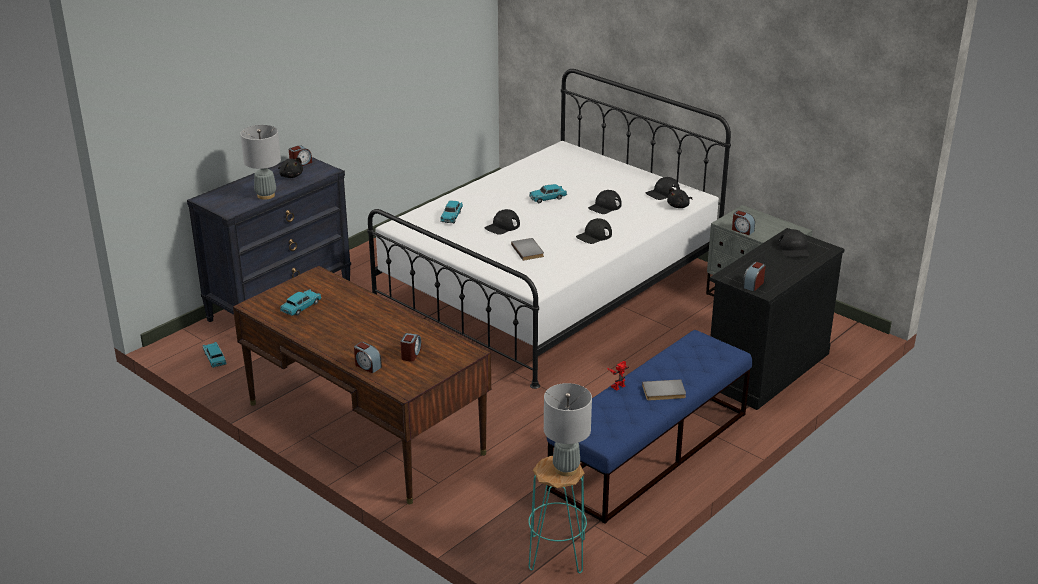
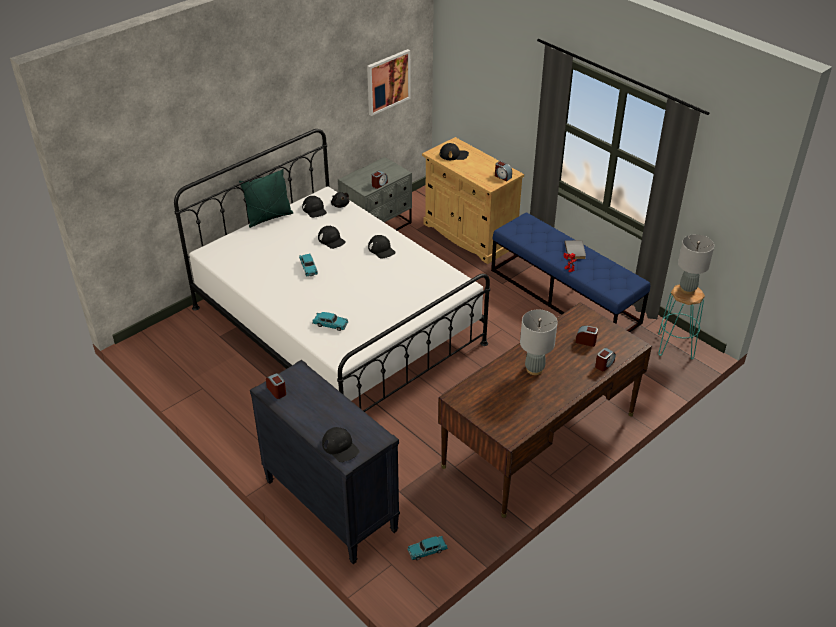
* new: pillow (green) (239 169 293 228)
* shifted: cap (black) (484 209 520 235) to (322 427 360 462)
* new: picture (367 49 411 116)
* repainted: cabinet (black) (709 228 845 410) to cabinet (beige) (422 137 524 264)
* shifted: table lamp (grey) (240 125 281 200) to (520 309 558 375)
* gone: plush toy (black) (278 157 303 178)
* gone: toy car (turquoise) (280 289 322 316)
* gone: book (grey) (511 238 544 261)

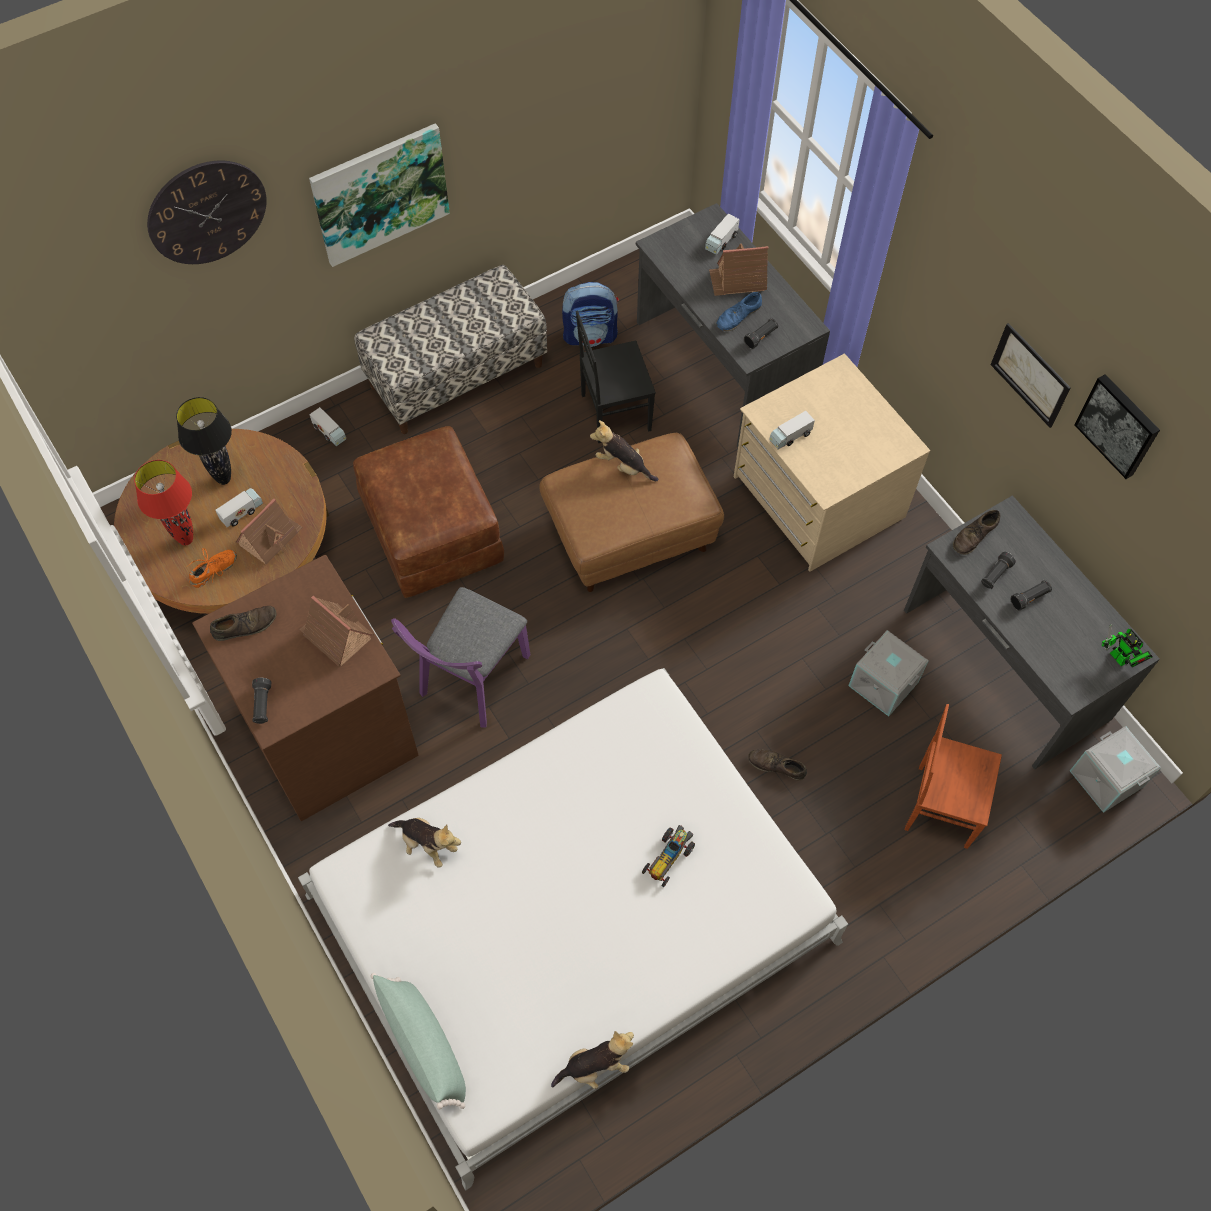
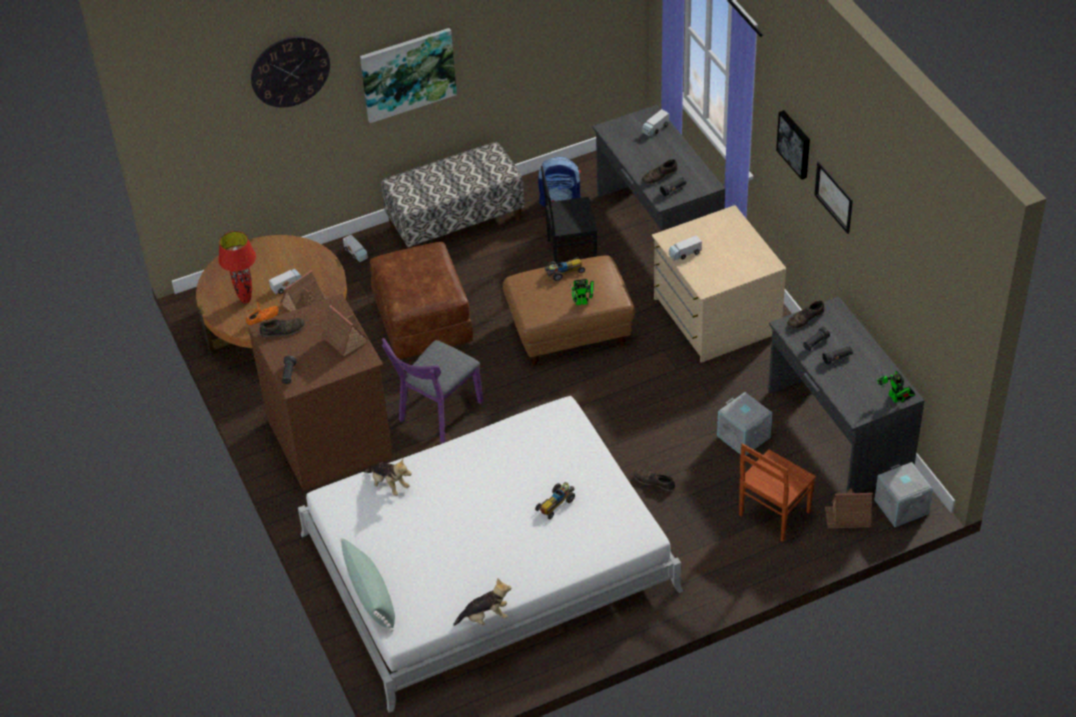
* swapped: plush toy (590 420 659 481) to toy car (545 257 585 281)
* new: toy robot (570 279 594 305)
* repainted: shoe (blue) (716 292 762 331) to shoe (brown) (642 159 678 185)
* rotated: chair (brown) (904 704 1002 849) = (739 443 816 541) 75 degrees counterclockwise
* shifted: picture (1074 374 1160 479) to (776 110 810 180)
* shifted: toy house (709 243 769 296) to (825 488 873 528)
* gone: table lamp (black) (176 397 232 485)

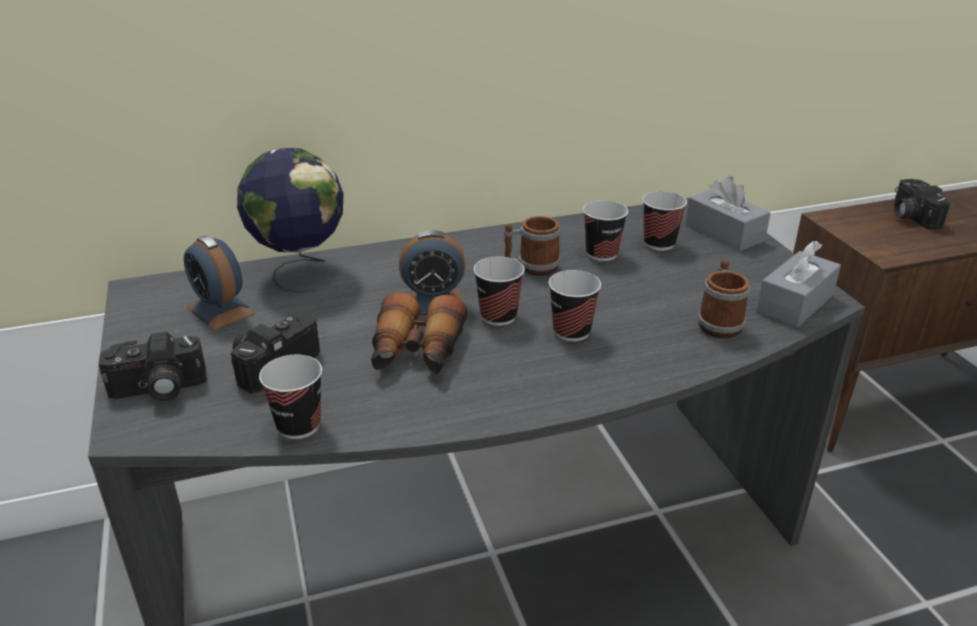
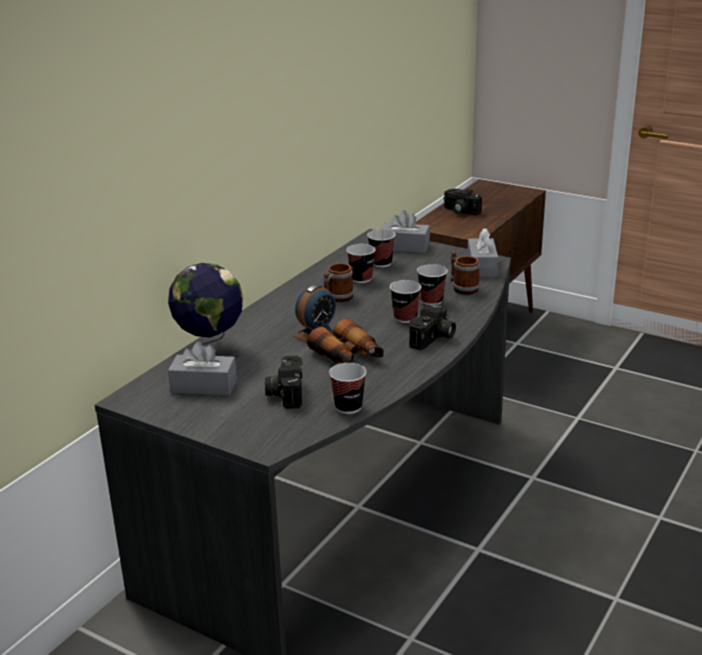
* swapped: alarm clock (184 236 255 330) to tissue box (grey) (168 342 237 395)
* shifted: photo camera (99 331 207 401) to (409 305 456 350)
* shifted: cup (474 256 525 326) to (417 264 448 306)

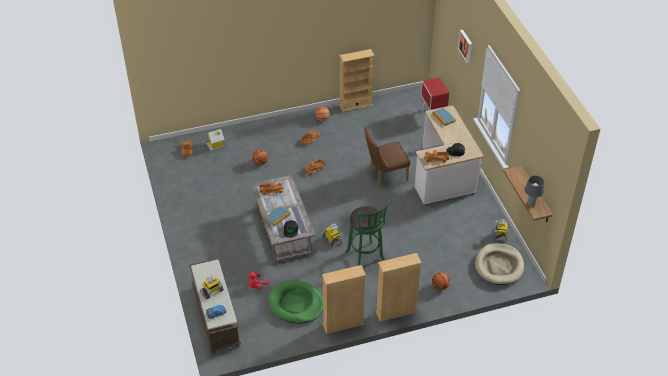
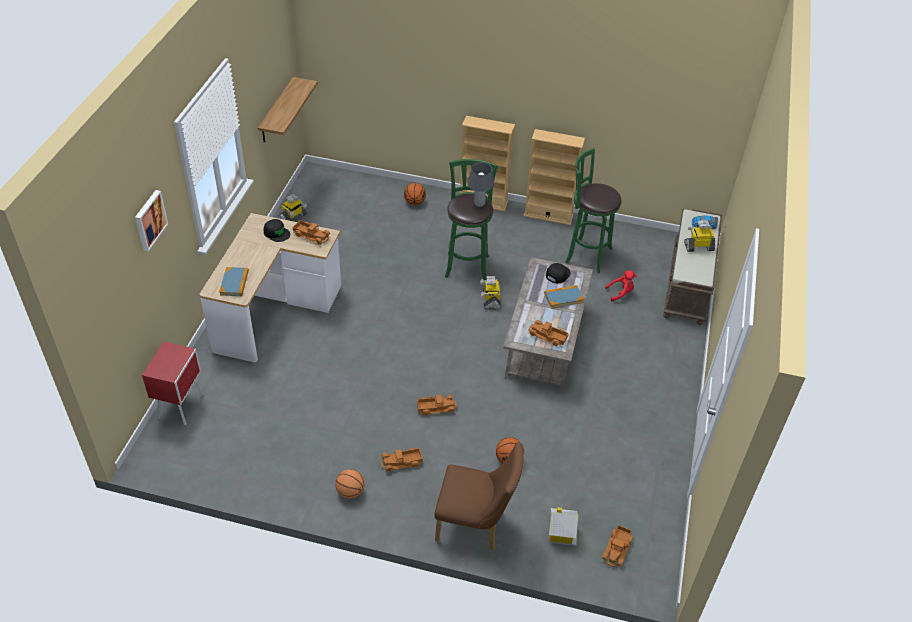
* shifted: chair (brown) (365 126 410 188) to (435 442 524 551)
* shifted: table lamp (grey) (525 175 544 206) to (468 162 494 207)
* swapped: dog bed (green) (269 280 323 324) to stool (green) (565 148 622 273)
* gone: bookcase (beige) (339 49 375 112)
* gone: dog bed (beige) (475 243 524 285)

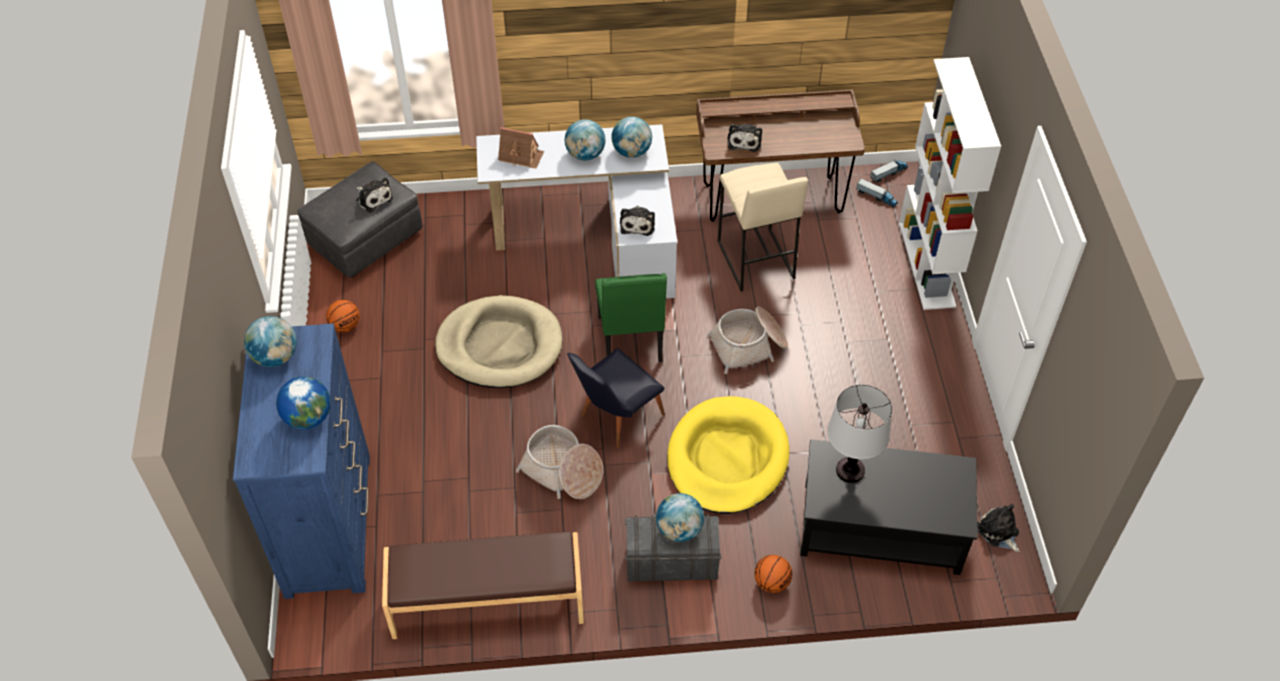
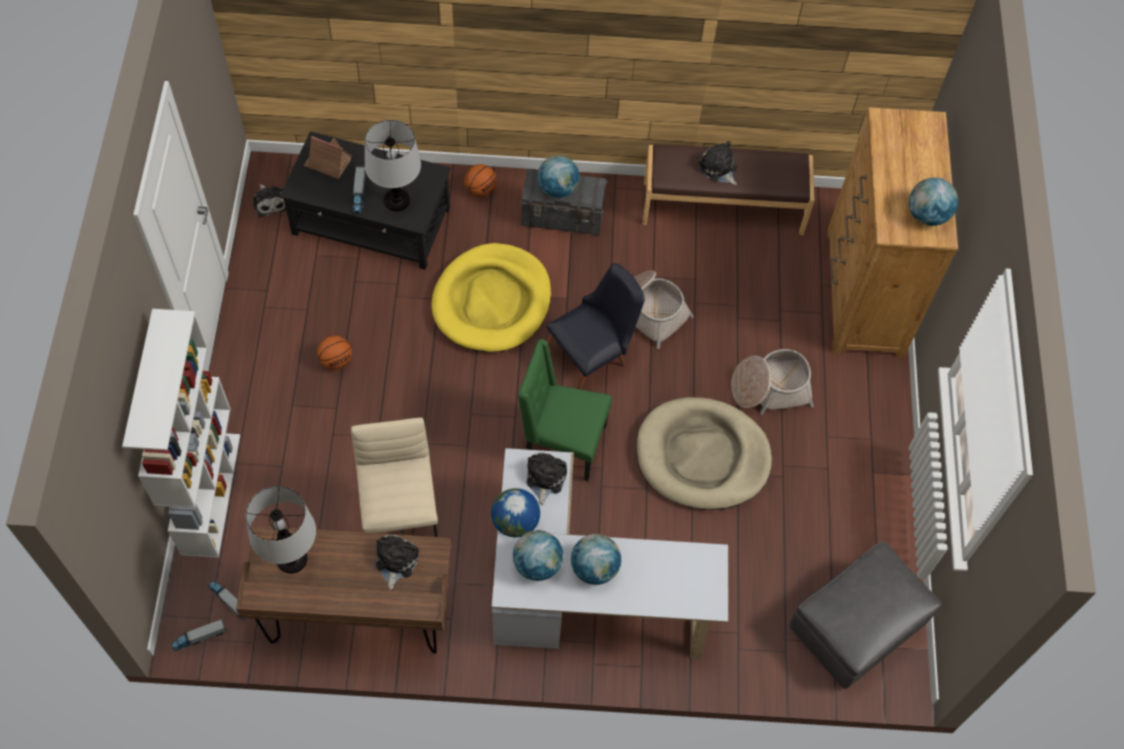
* new: table lamp (246 486 316 574)
* shifted: toy house (498 127 544 169) to (303 136 353 179)
* shifted: basketball (326 300 360 332) to (317 335 352 370)
* new: toy truck (353 166 366 213)
* shifted: globe (276 376 331 429) to (491 488 540 537)
* rotated: chair (green) (595 273 667 362) = (518 339 612 481) 75 degrees counterclockwise
* shifted: plush toy (356 178 393 213) to (699 141 737 185)
* shifted: basket (707 307 788 374) to (731 349 814 415)
* repainted: dresser (blue) (233 323 370 599) to dresser (brown) (827 107 958 357)

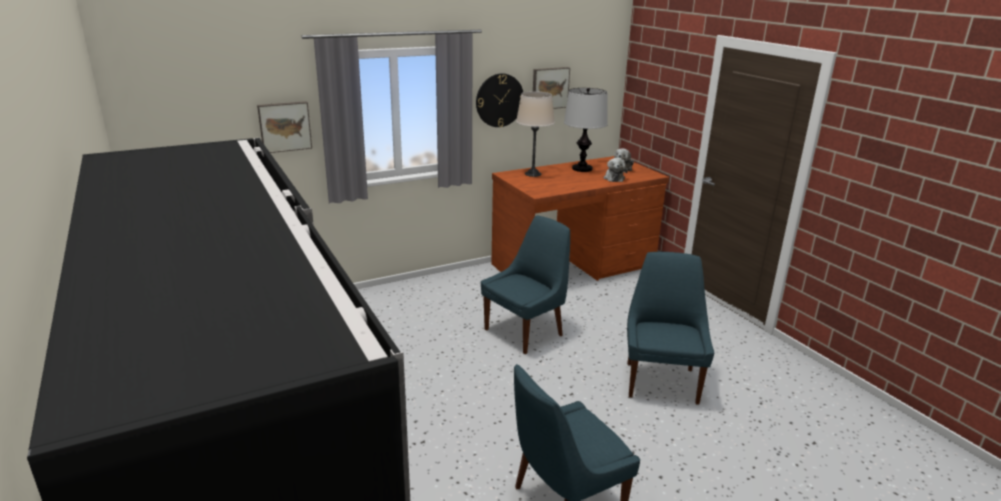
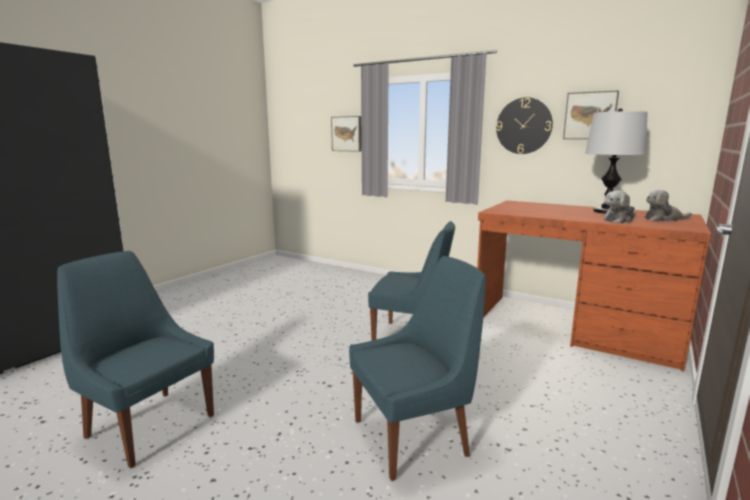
* gone: table lamp (beige) (516 91 555 177)

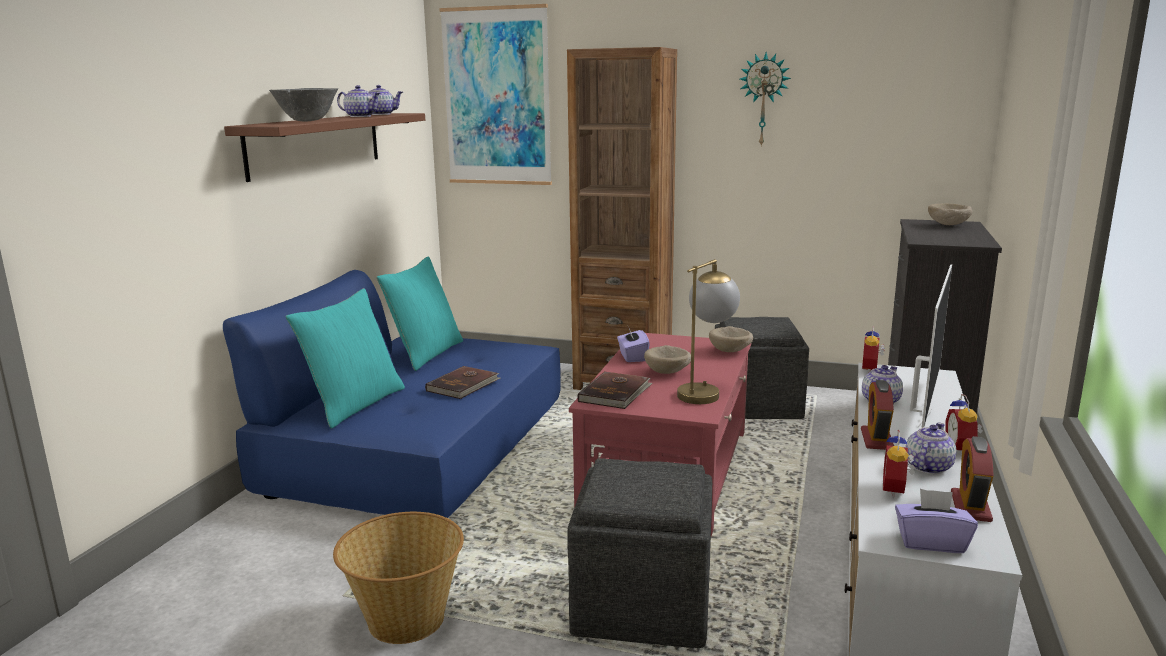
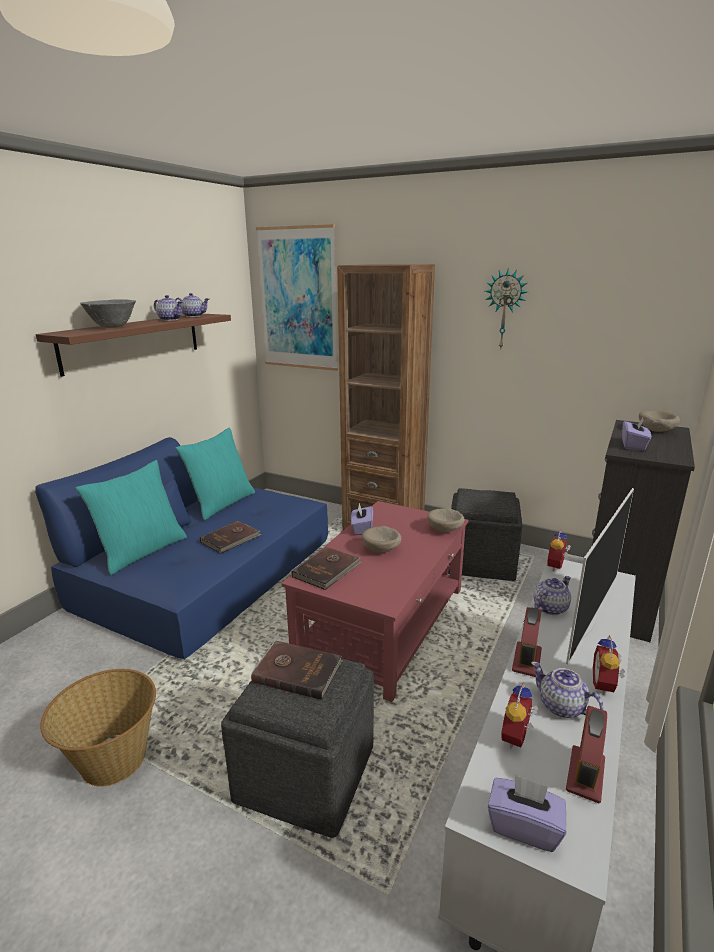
* new: book (brown) (251 640 343 700)
* rotated: teapot (906 423 957 474) = (531 661 604 718) 90 degrees counterclockwise
* new: tissue box (purple) (622 418 651 451)
* gone: table lamp (677 259 740 404)

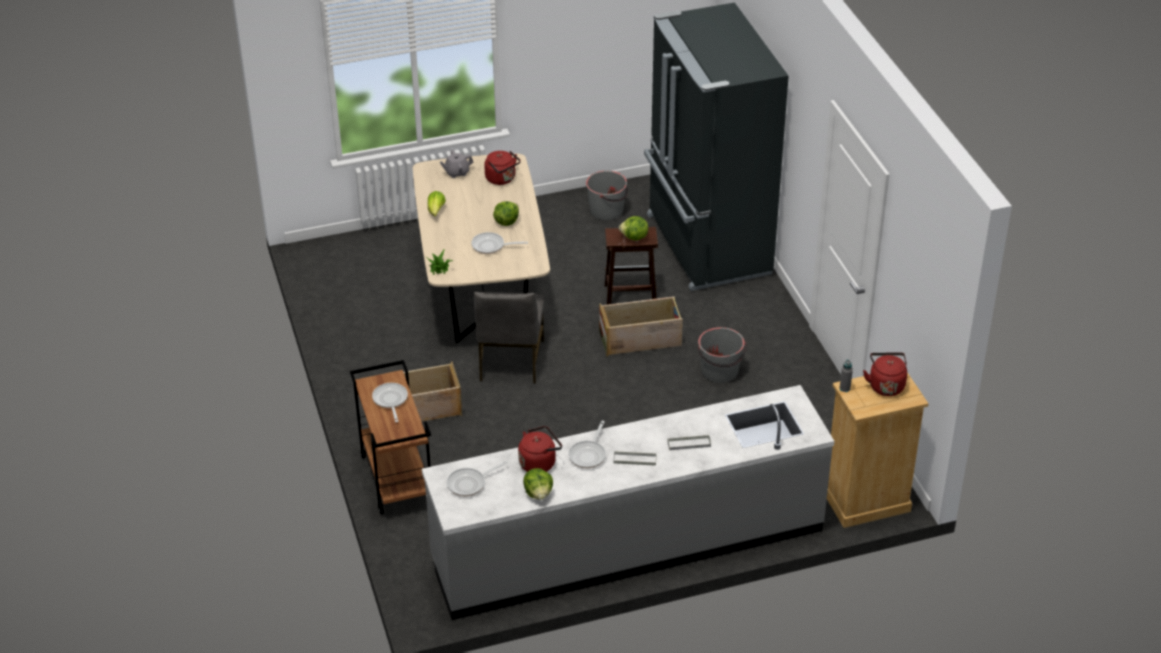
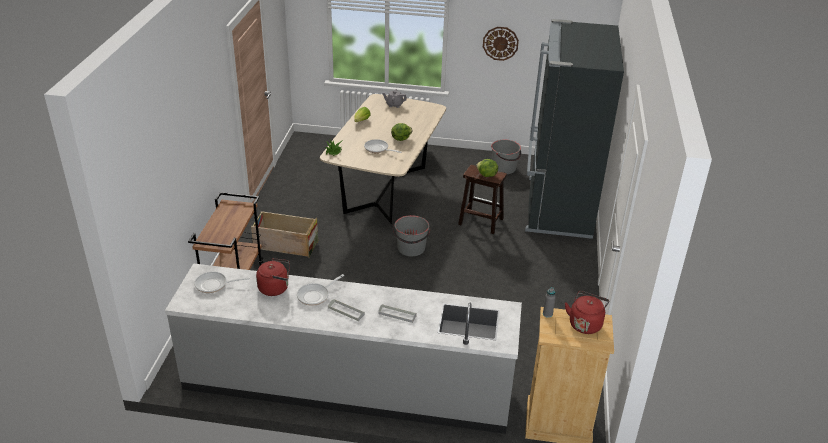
* shifted: bucket (grey) (698 327 747 383) to (393 215 430 256)
* new: wall clock (483 27 519 61)
* gone: frying pan (372 383 408 422)
* gone: chair (grey) (474 292 545 384)
* gone: kettle (red) (484 151 521 185)
* gone: lettuce (523 468 553 500)
* gone: crate (599 296 683 356)

